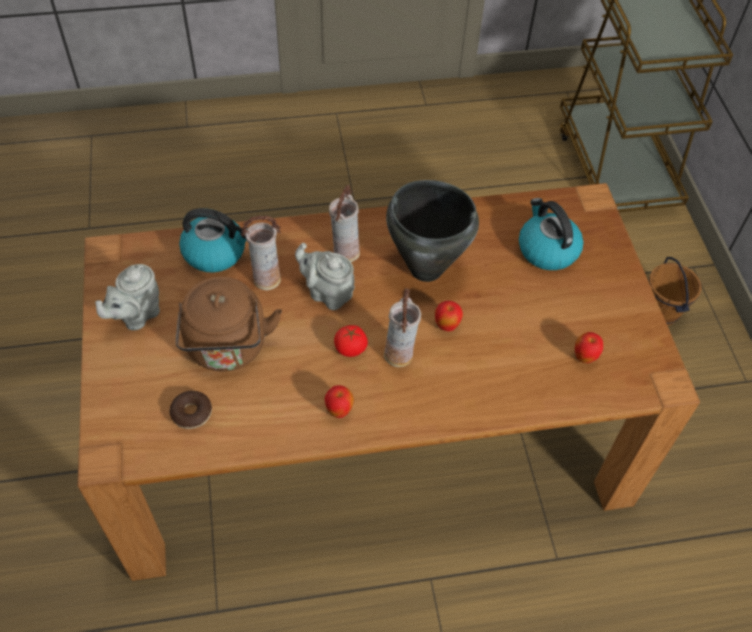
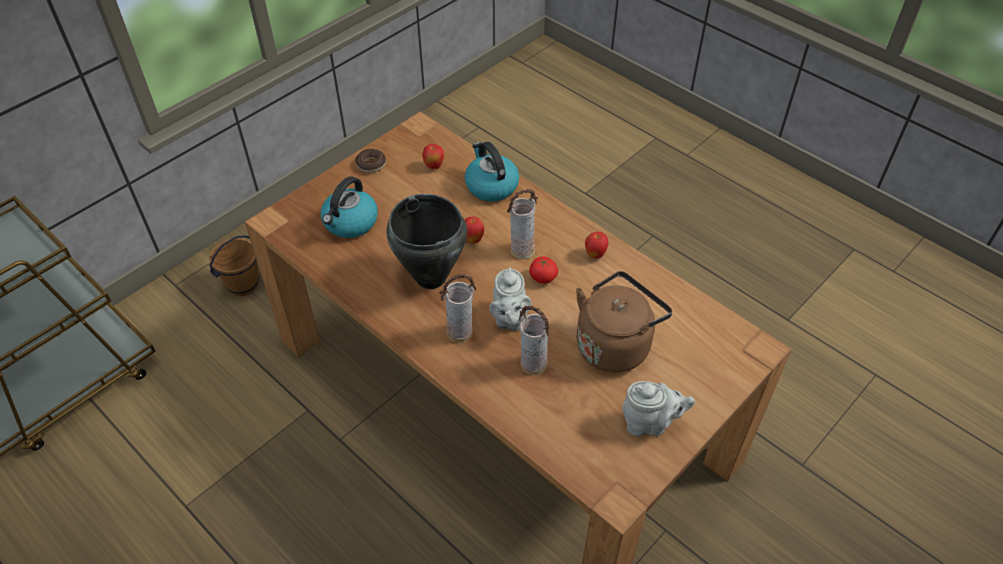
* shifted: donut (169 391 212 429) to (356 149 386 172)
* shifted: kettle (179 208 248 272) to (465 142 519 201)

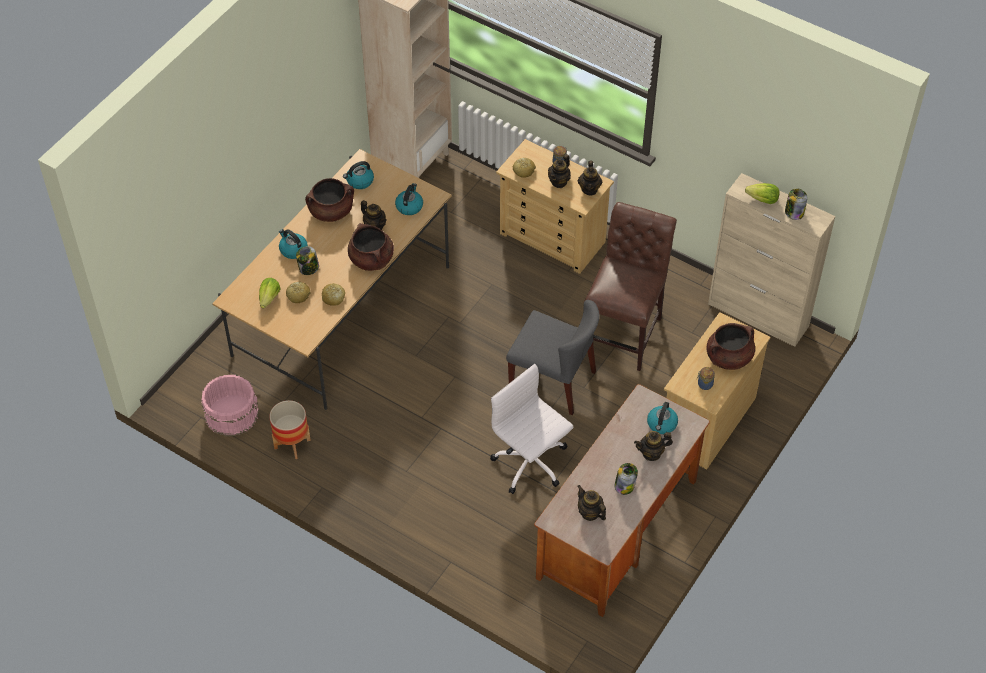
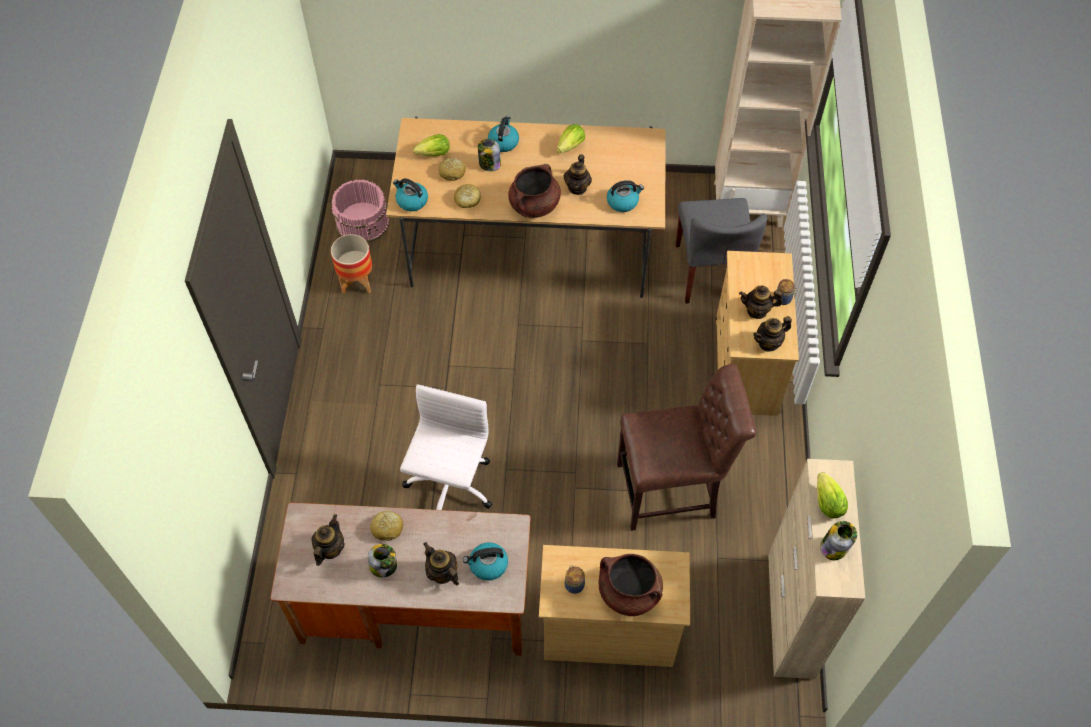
* shifted: bread (512 158 536 178) to (370 511 403 541)
* shifted: kettle (343 161 374 189) to (393 178 428 211)
* swapped: cooking pot (brown) (305 178 354 222) to lettuce (557 124 585 154)
* shifted: chair (grey) (506 300 600 415) to (675 198 767 304)

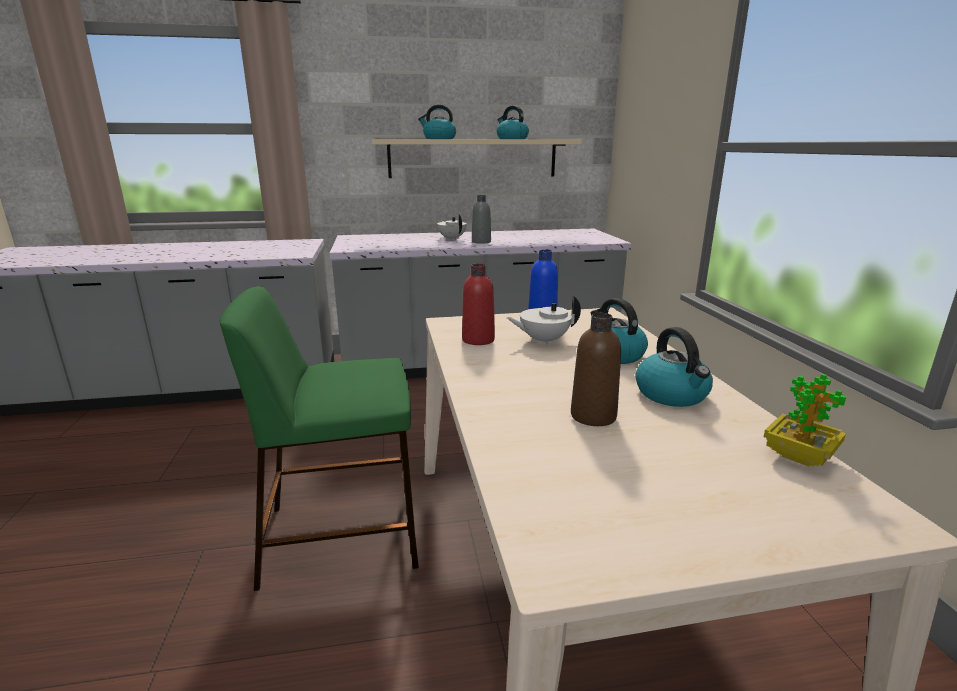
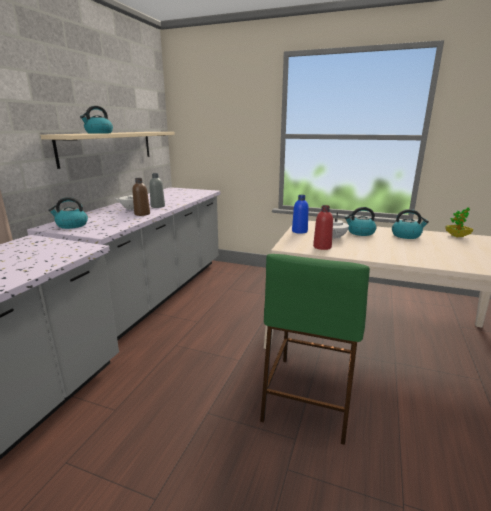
* shifted: kettle (497 105 529 139) to (48 197 88 229)
* shifted: bottle (brown) (571 313 621 426) to (132 178 150 216)

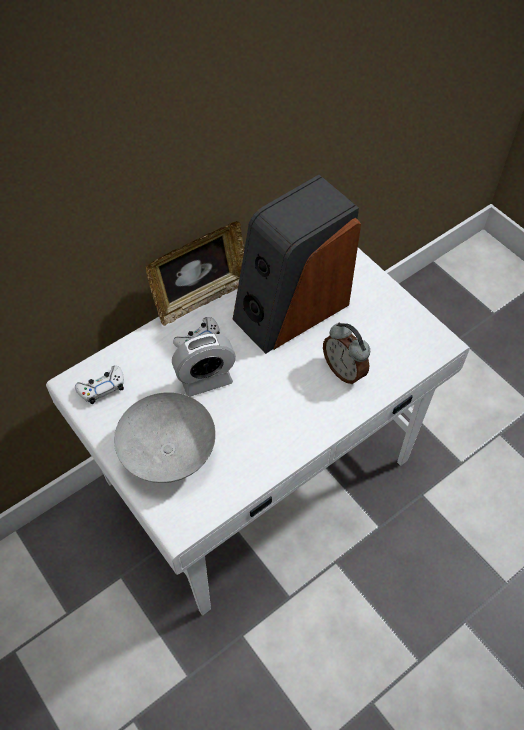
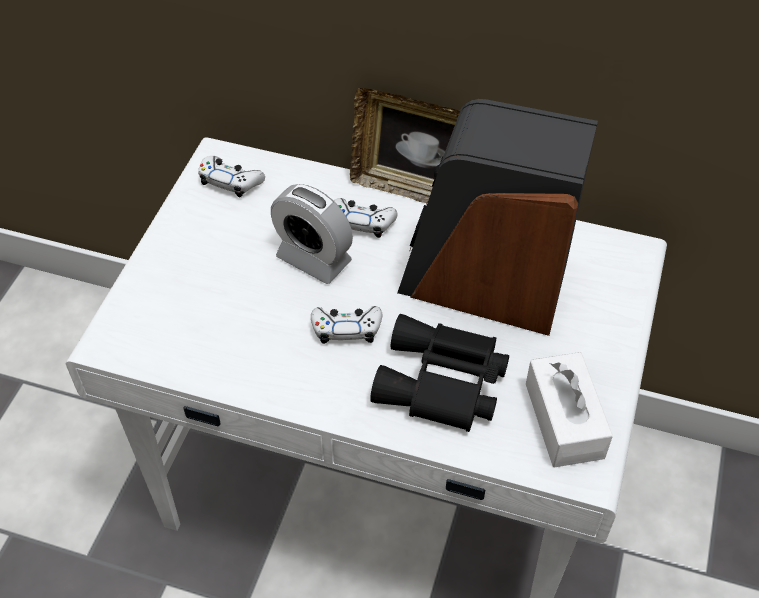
* new: game controller (white) (311 306 382 344)
* swapped: alarm clock (323 322 370 384) to binoculars (black) (370 314 509 432)
* new: tissue box (white) (526 352 613 468)
* gone: bowl (grey) (114 392 216 483)

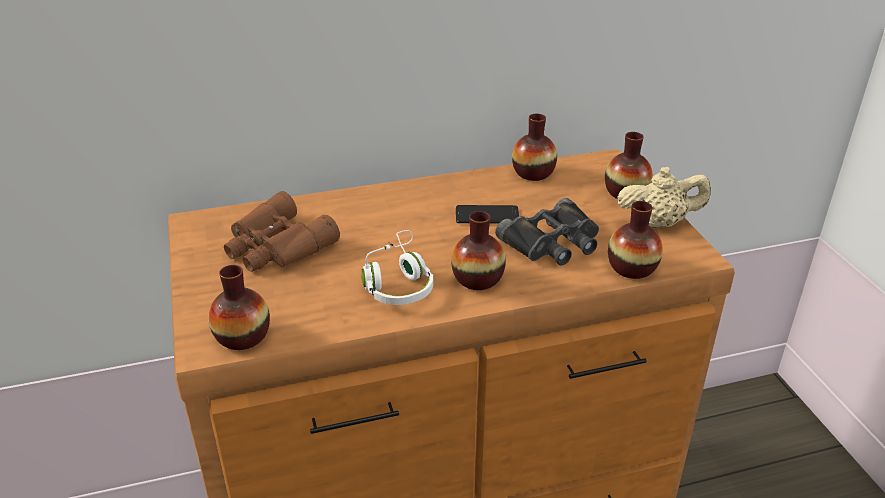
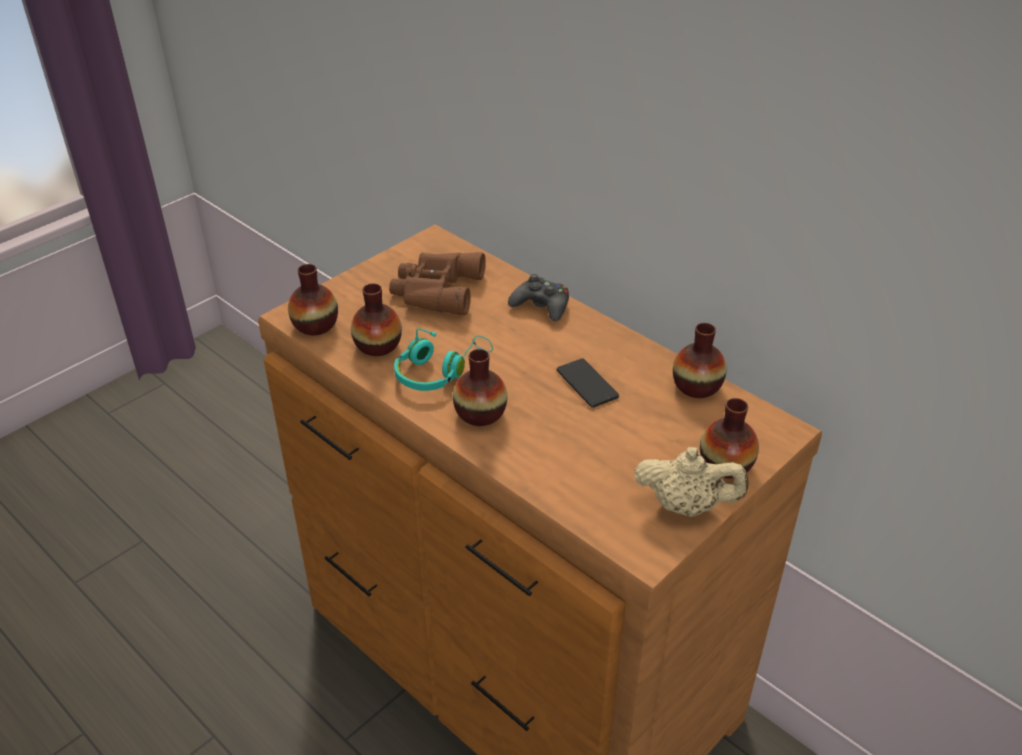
* shifted: vase (608 201 663 279) to (351 283 402 356)
* repainted: headphones (white) (361 230 433 305) to headphones (turquoise) (394 328 493 391)
* new: game controller (black) (508 274 569 321)
* rotated: teapot (beige) (617 167 711 228) = (635 447 749 517) 45 degrees counterclockwise
* gone: binoculars (black) (495 198 599 266)

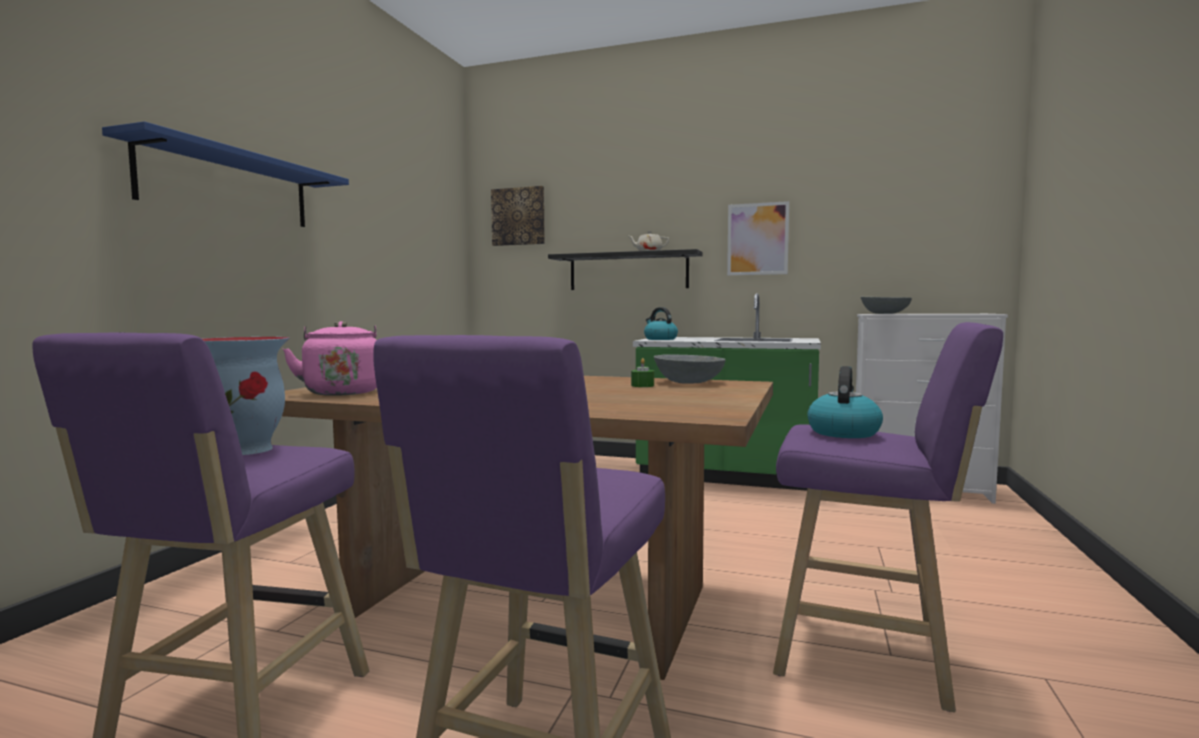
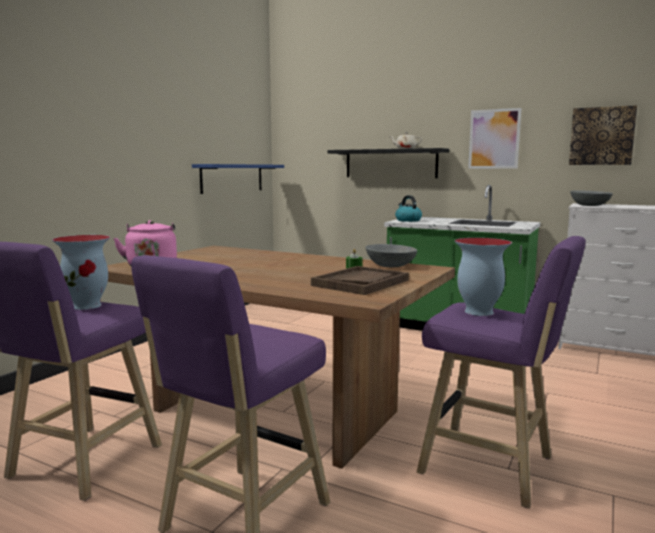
* shifted: shelf (blue) (102 121 349 227) to (192 164 284 194)
* new: tray (brown) (311 266 409 295)
* swapped: kettle (807 366 883 438) to vase (455 238 512 316)
* shifted: picture (491 186 545 246) to (569 105 637 165)

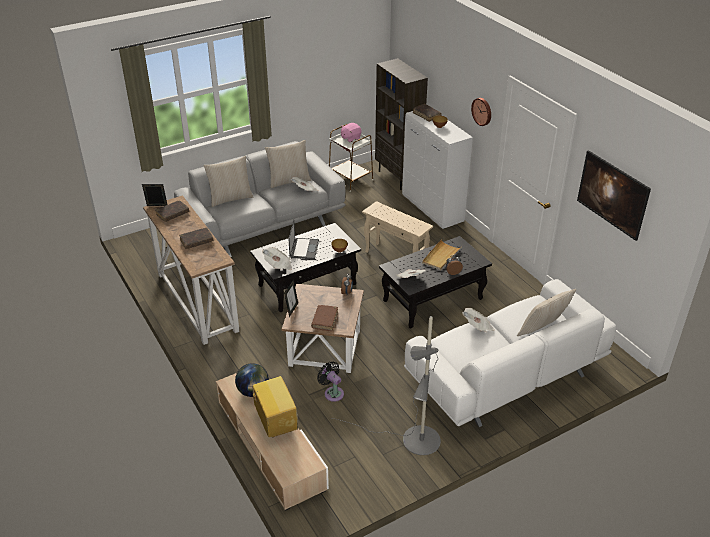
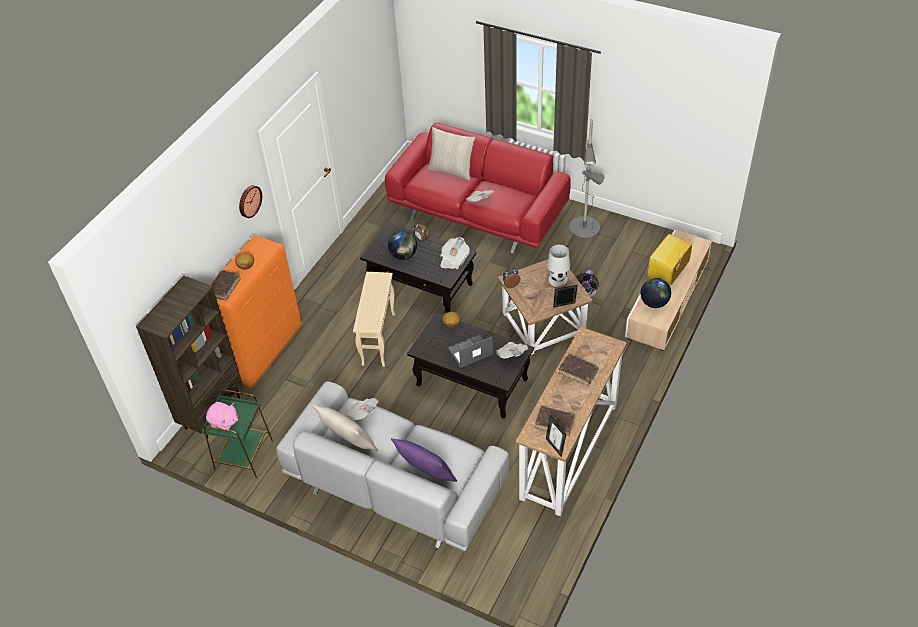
* repainted: side table (white) (329 124 373 192) to side table (green) (202 390 273 478)
* repainted: cabinet (white) (402 111 473 229) to cabinet (orange) (210 235 302 388)
* repainted: sofa (white) (404 279 616 427) to sofa (red) (385 123 571 253)
* swapped: tray (beige) (422 239 460 270) to globe (388 230 417 260)
* repainted: pillow (beige) (203 156 254 207) to pillow (purple) (391 438 457 482)
* swapped: book (brown) (311 305 338 331) to table lamp (white) (547 245 570 287)
* gone: picture (577 150 651 241)

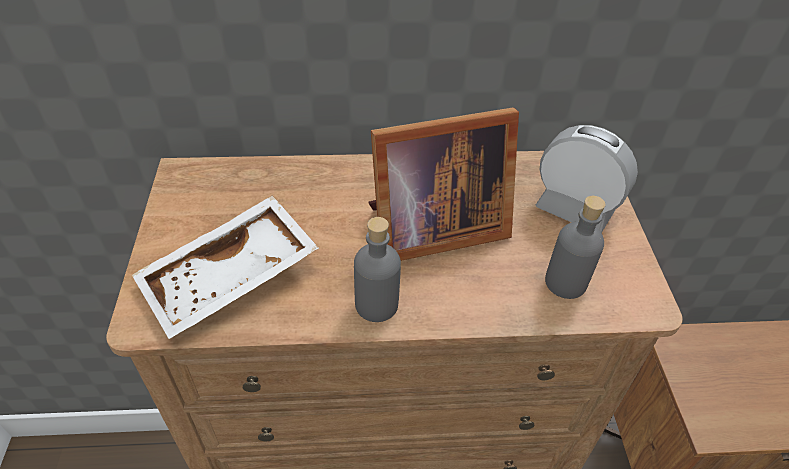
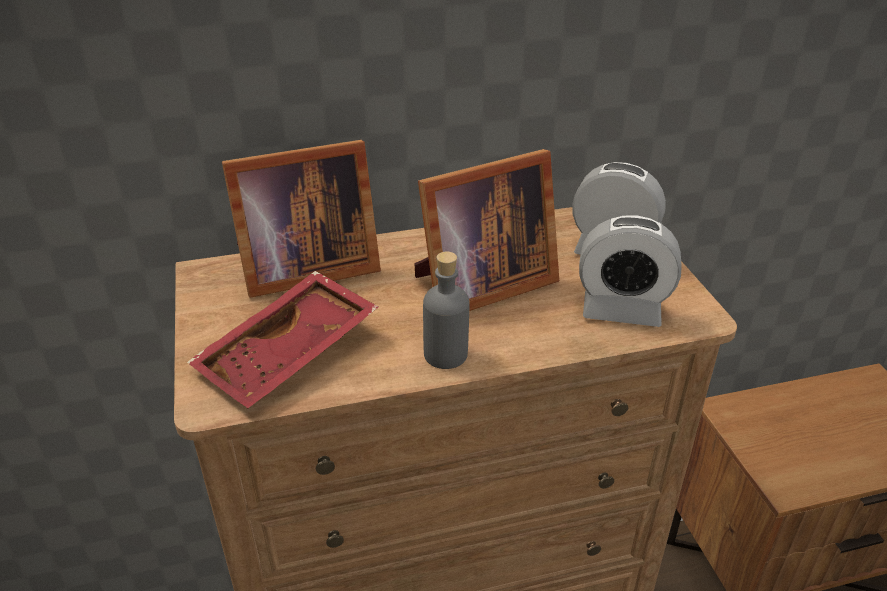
* repainted: tray (white) (132 196 319 339) to tray (red) (187 271 378 408)
* new: picture frame (222 140 381 298)
* swapped: bottle (grey) (545 196 606 299) to alarm clock (579 215 682 327)

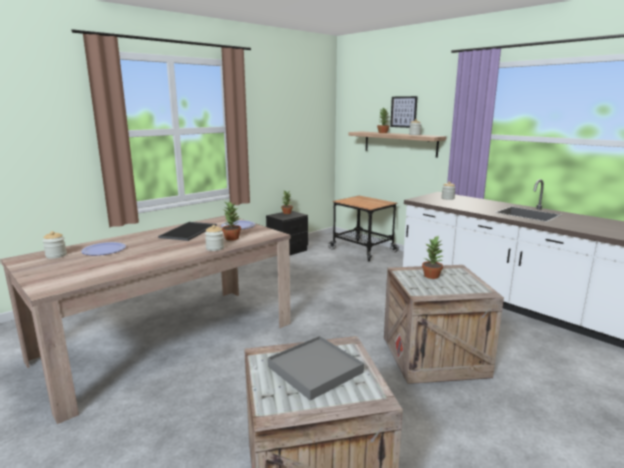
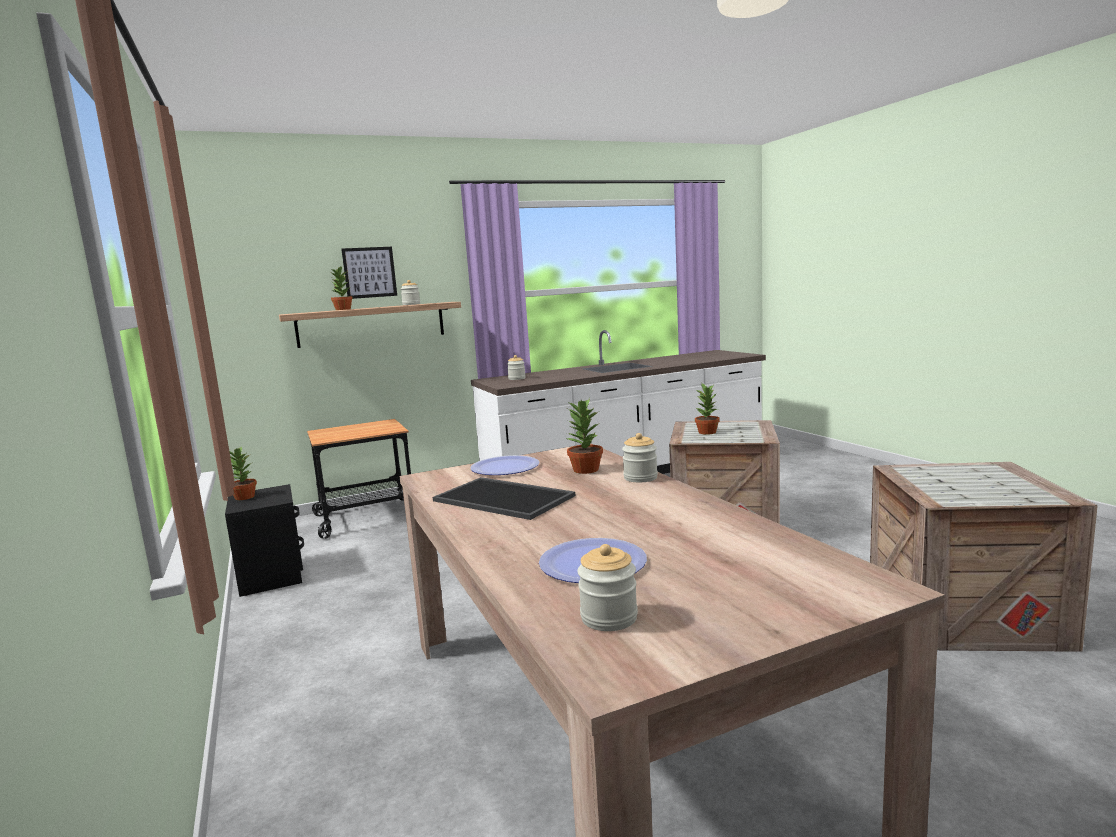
* gone: tray (grey) (268 336 364 401)

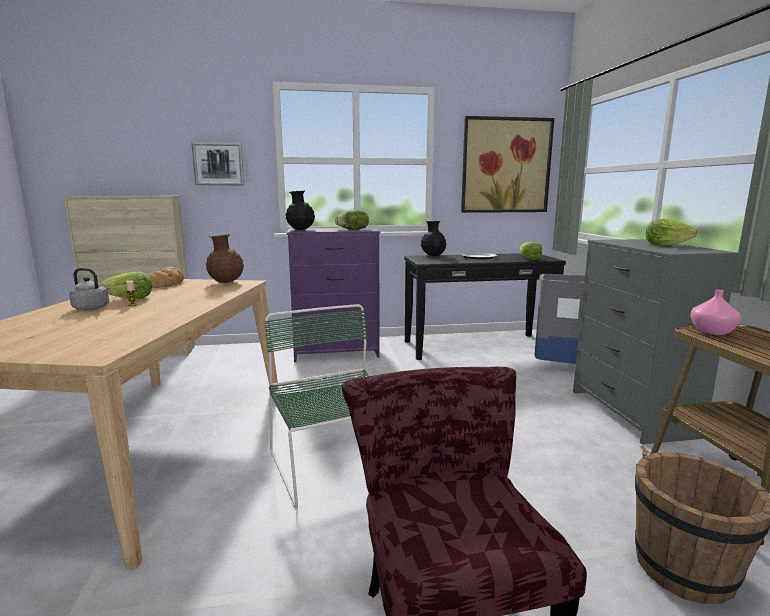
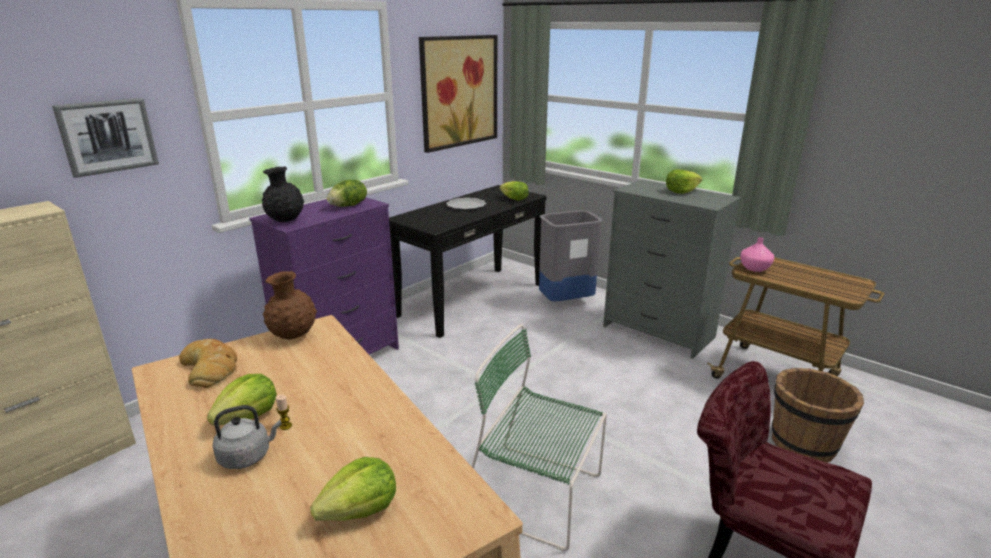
* new: lettuce (310 457 396 521)
* gone: vase (black) (421 221 446 256)

